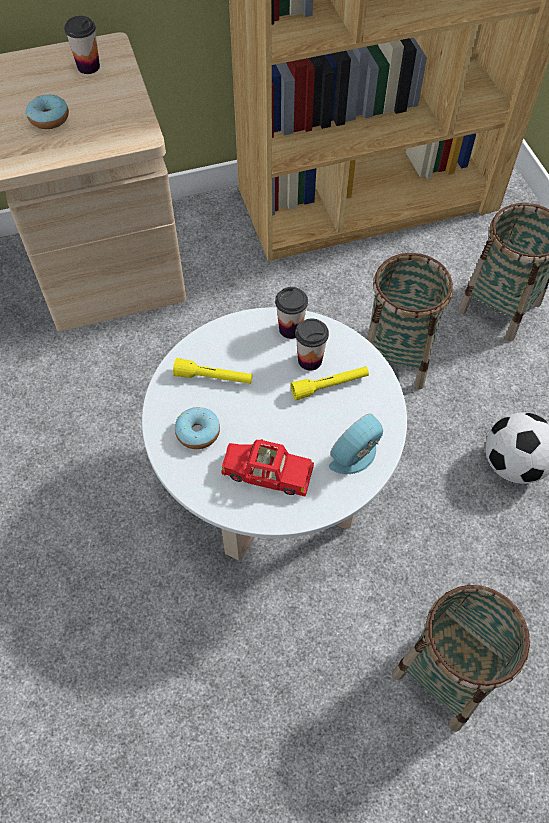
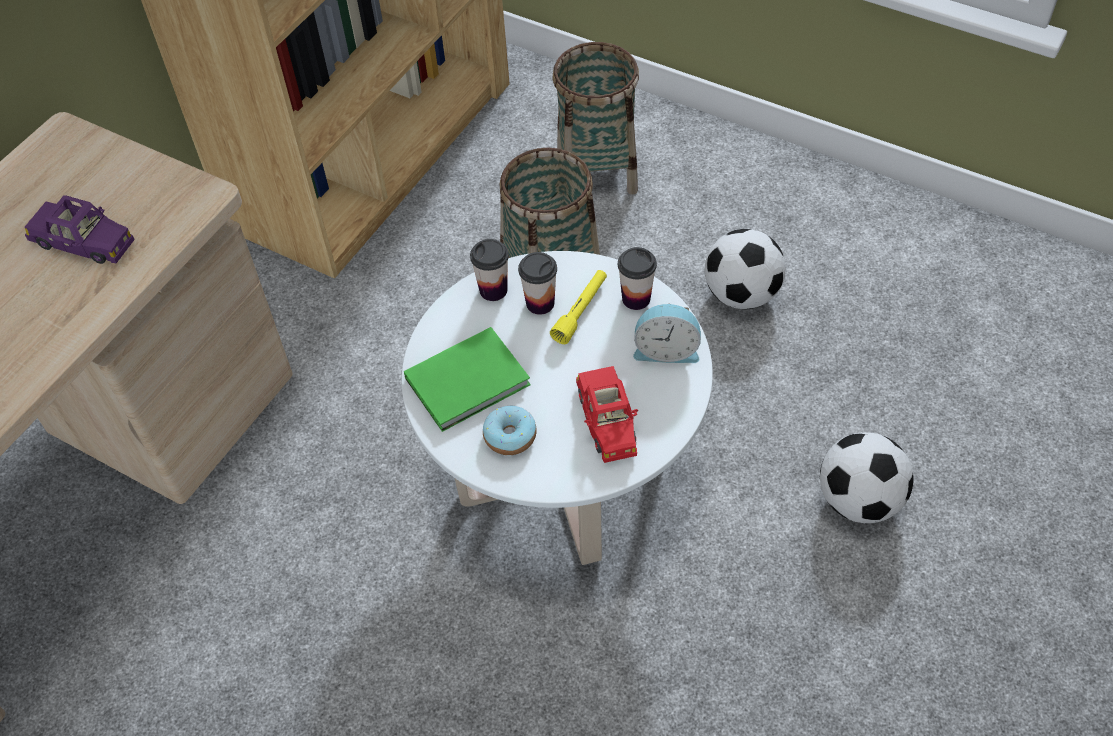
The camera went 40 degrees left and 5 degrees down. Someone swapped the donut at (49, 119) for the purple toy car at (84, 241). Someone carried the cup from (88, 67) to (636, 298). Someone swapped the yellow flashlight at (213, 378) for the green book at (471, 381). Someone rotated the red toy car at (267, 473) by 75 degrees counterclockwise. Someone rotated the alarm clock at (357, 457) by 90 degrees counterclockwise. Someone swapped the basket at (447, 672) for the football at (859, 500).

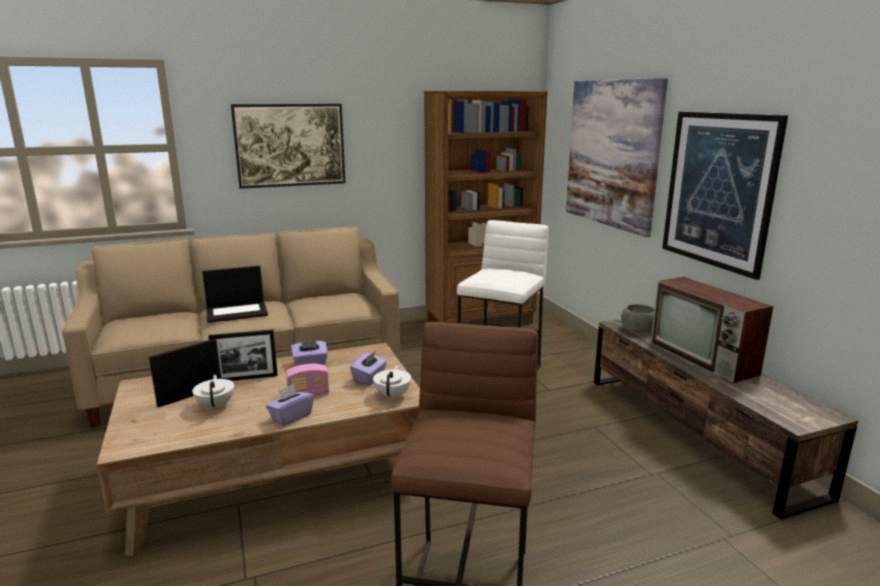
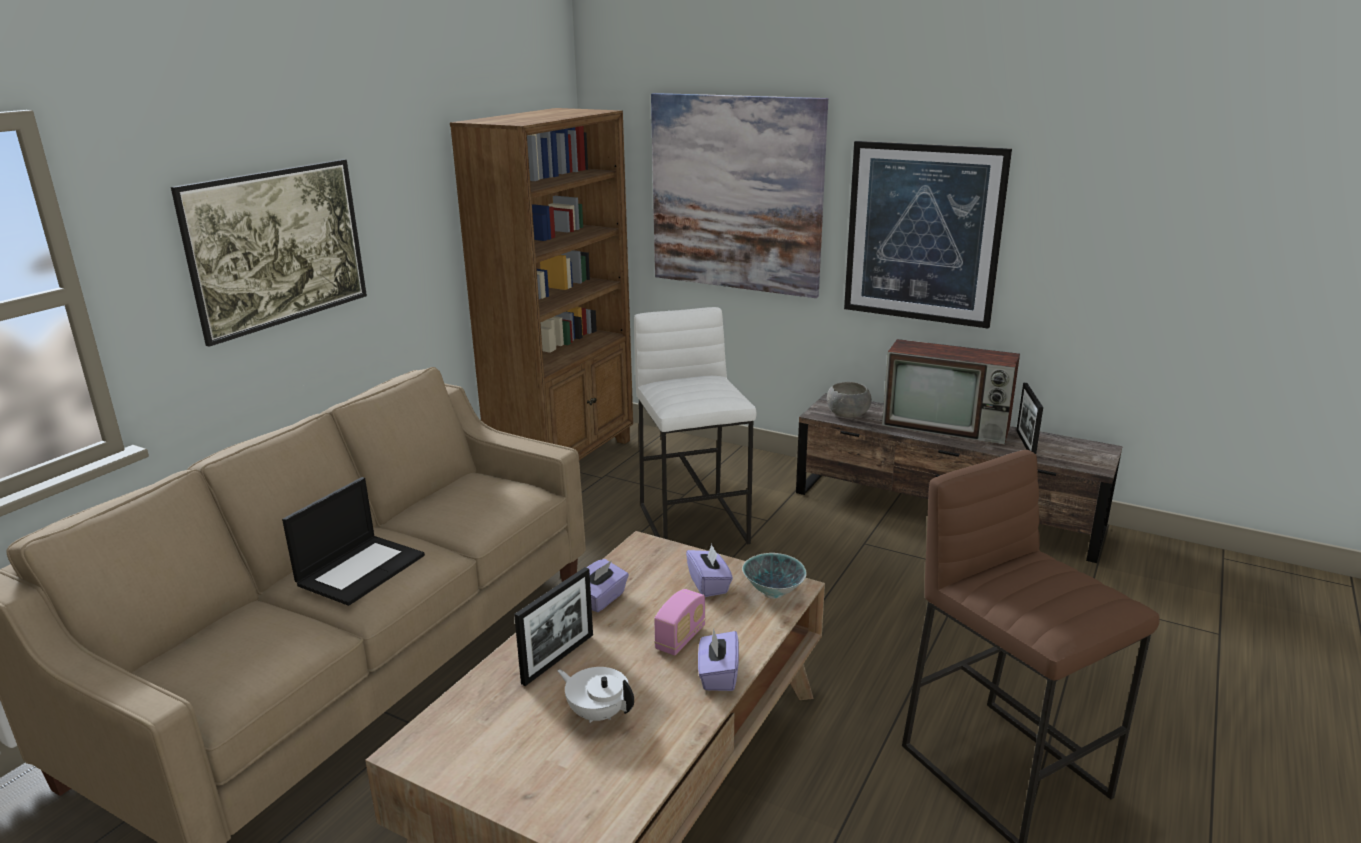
The camera went 40 degrees left and 5 degrees up. Someone carried the picture frame from (190, 396) to (1025, 444). Someone swapped the white teapot at (393, 395) for the bowl at (773, 592).

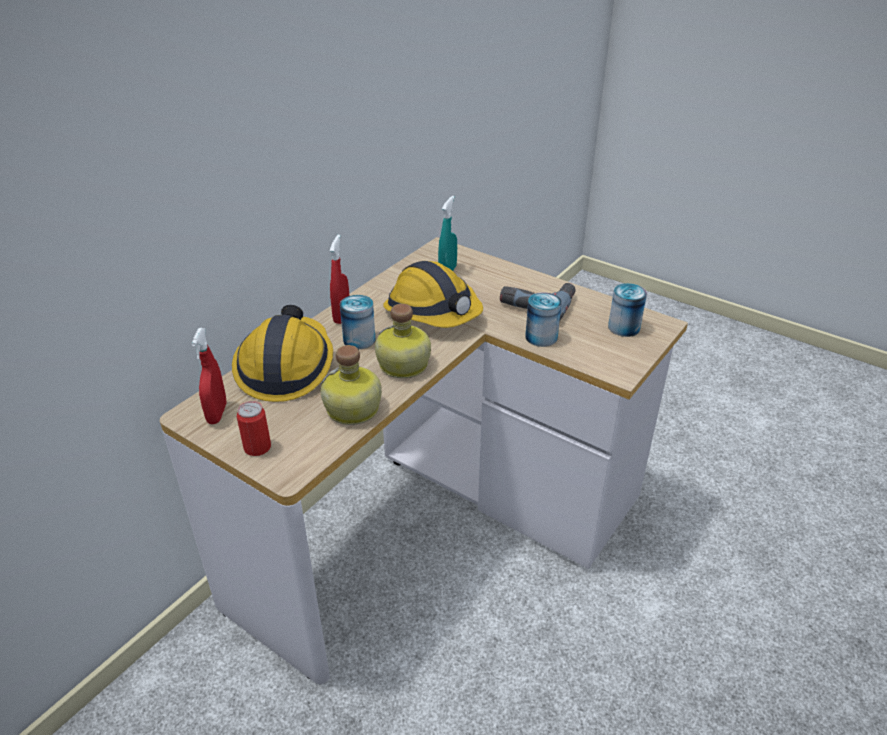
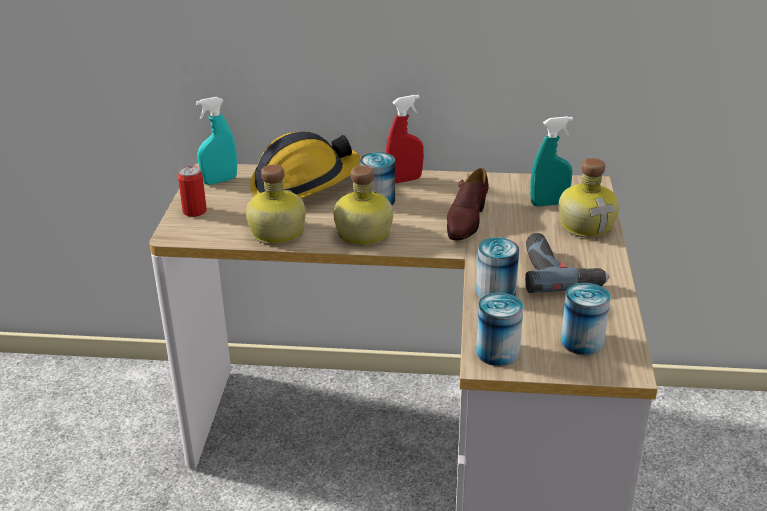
The camera went 60 degrees right and 5 degrees down. Someone repainted the red spray bottle at (217, 413), which became the turquoise spray bottle at (220, 181). Someone swapped the hard hat at (433, 312) for the brown shoe at (466, 220). Someone put down the can at (497, 352). Someone put down the bottle at (586, 225).

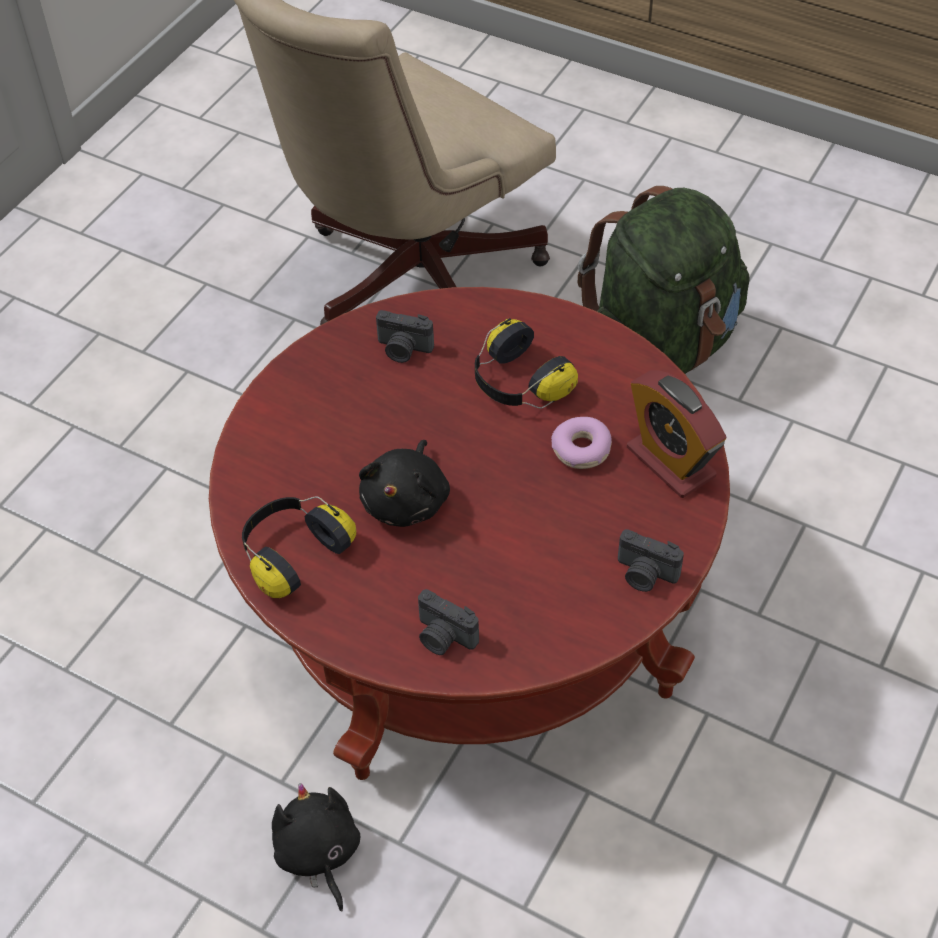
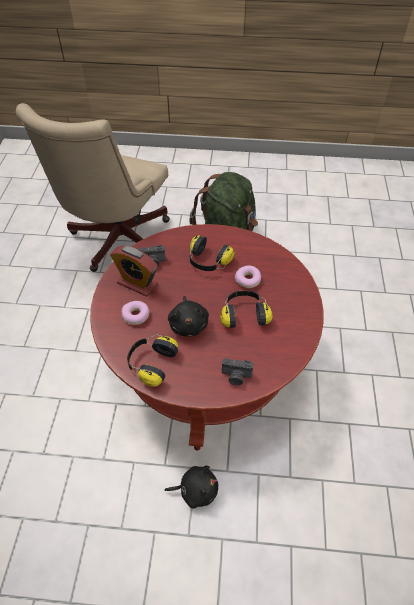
The camera went 25 degrees left and 0 degrees up. Someone rotated the black plush toy at (318, 854) by 135 degrees clockwise. Someone took away the photo camera at (645, 575). Someone carried the alarm clock from (670, 462) to (137, 283). Someone put down the donut at (136, 316). Someone put down the headphones at (244, 315).

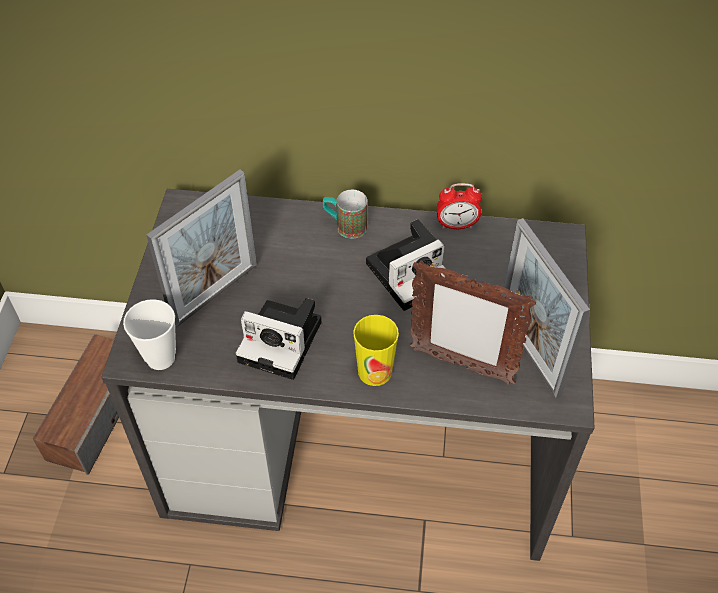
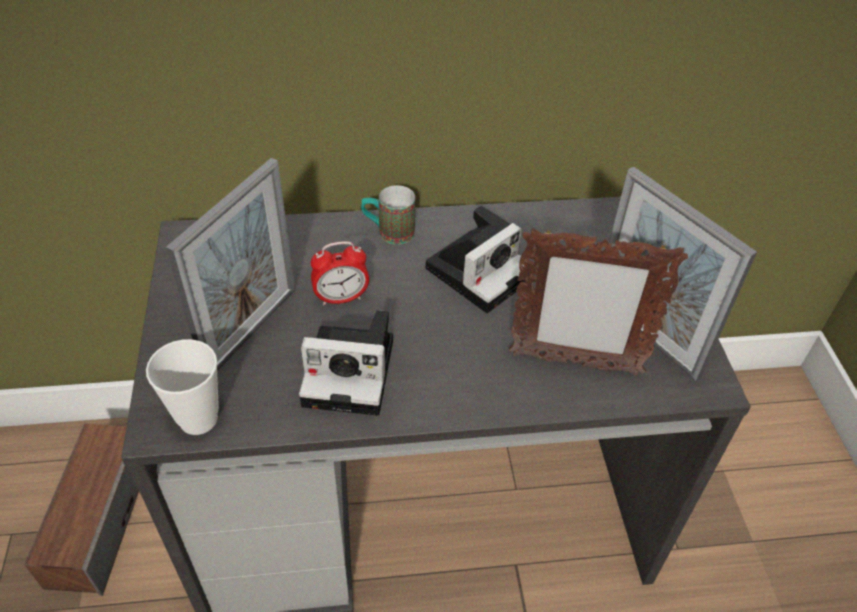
The camera went 15 degrees left and 5 degrees down. Someone took away the cup at (375, 371). Someone carried the alarm clock from (456, 225) to (341, 298).

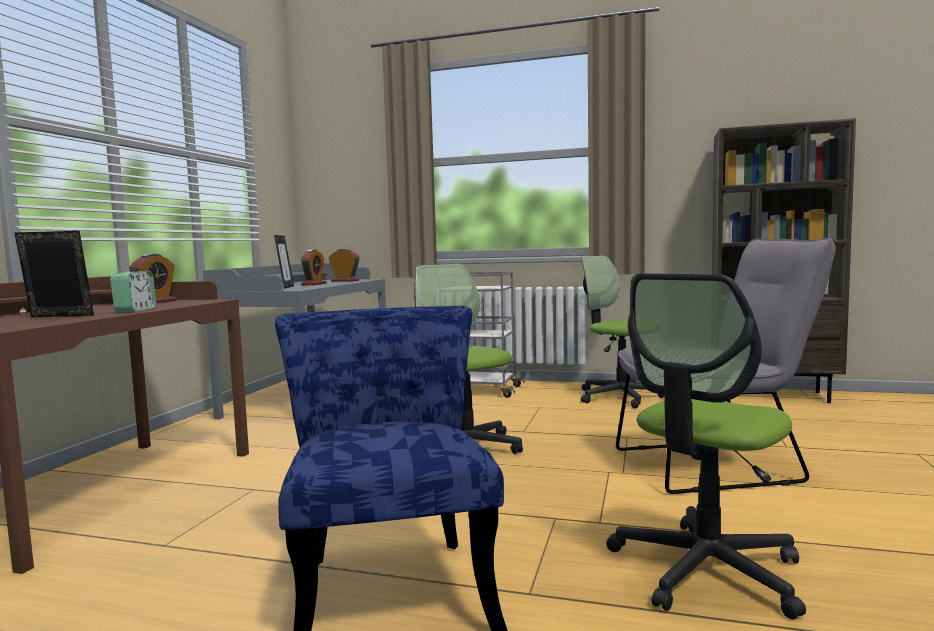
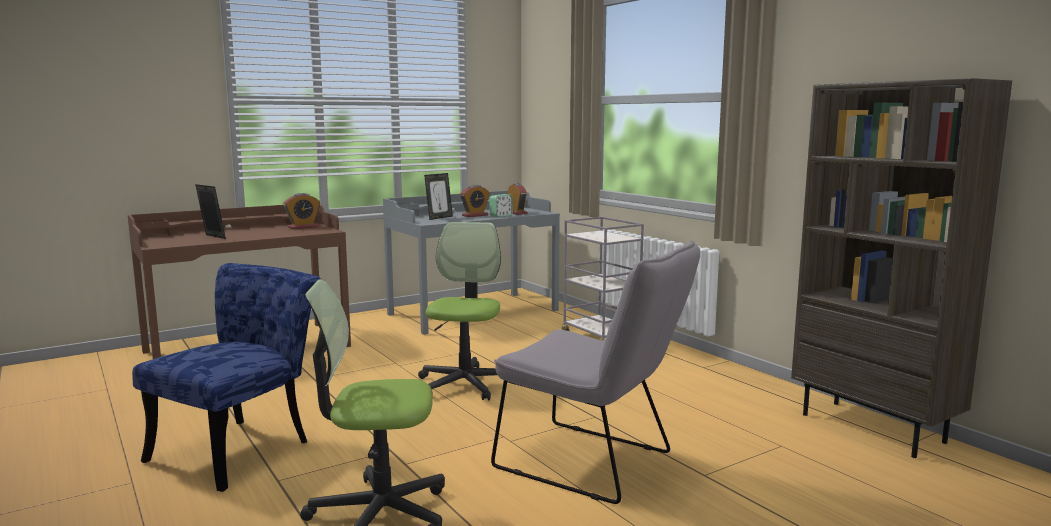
The camera went 40 degrees right and 5 degrees up. Someone carried the alarm clock from (135, 310) to (501, 216). Someone took away the office chair at (619, 396).

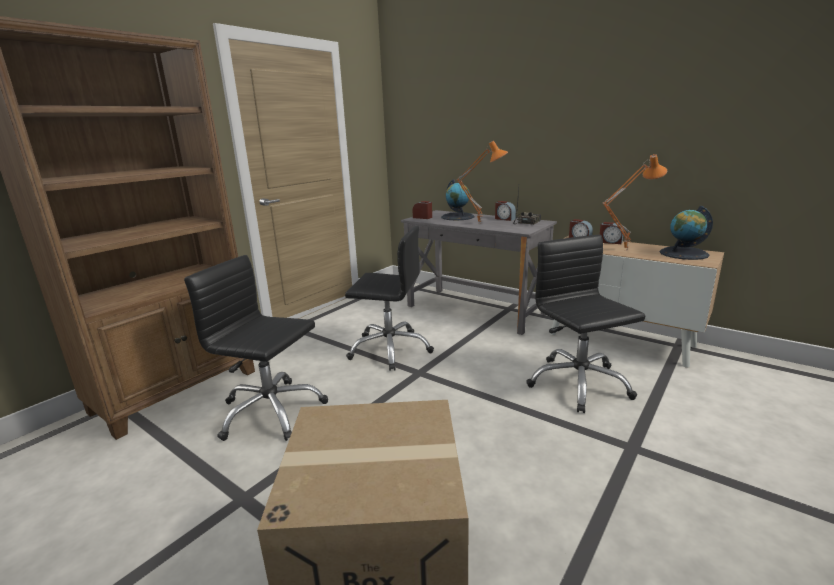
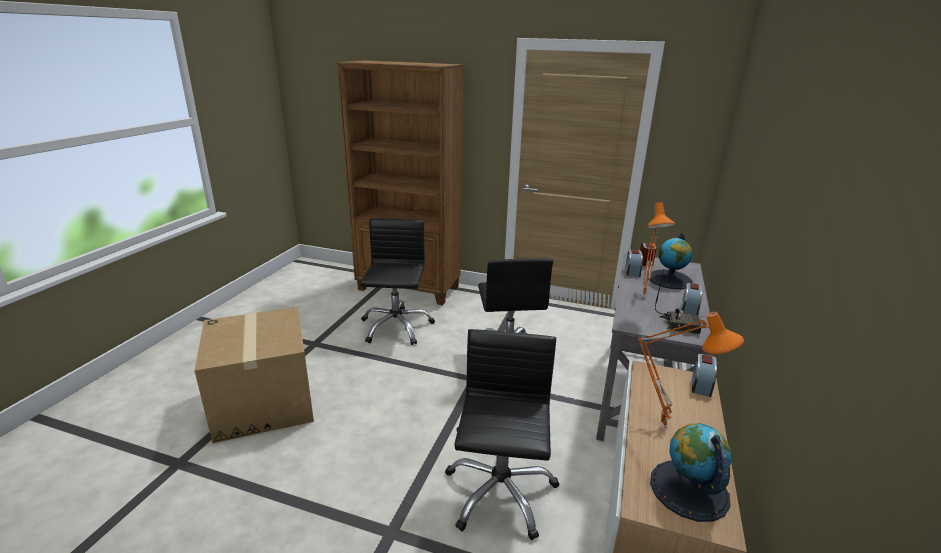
The camera went 70 degrees right and 5 degrees up. Someone rotated the black office chair at (578, 383) by 45 degrees counterclockwise. Someone carried the alarm clock from (610, 242) to (632, 271).

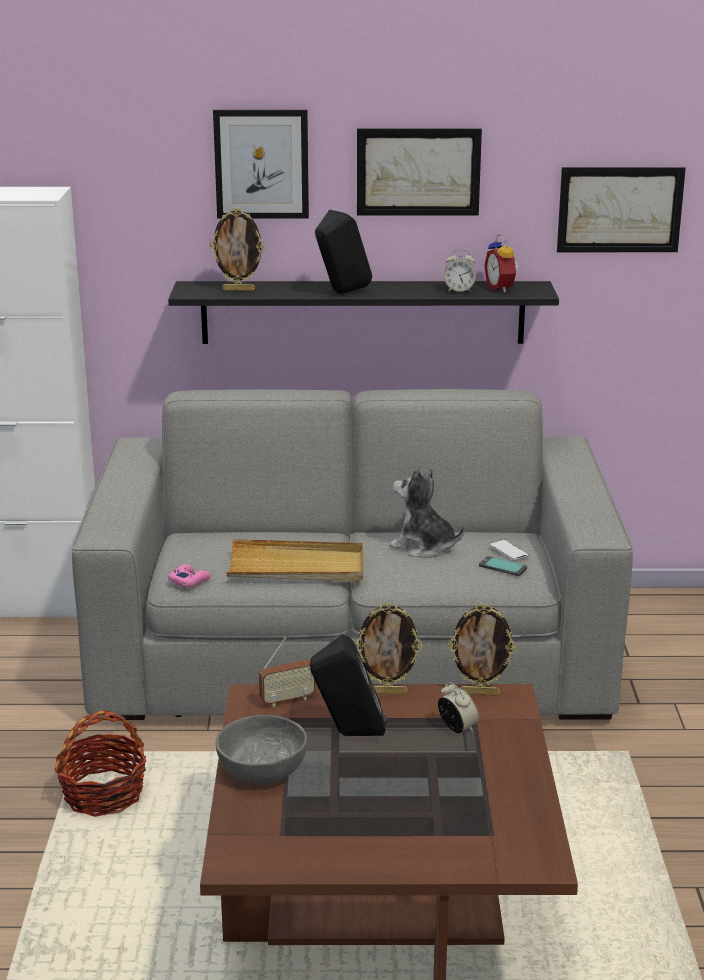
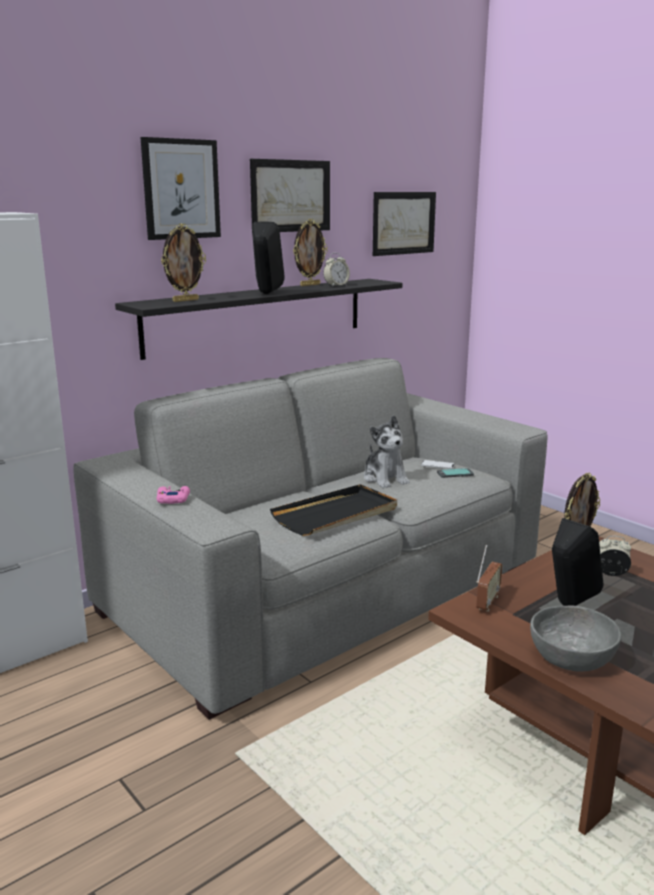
The camera went 40 degrees left and 5 degrees down. Someone took away the basket at (103, 794). Someone carried the pink game controller from (189, 580) to (173, 499). Someone repainted the beige tray at (296, 567), which became the black tray at (336, 514). Someone carried the picture frame from (387, 692) to (309, 285). Someone rotated the plush toy at (424, 547) by 105 degrees counterclockwise. Someone took away the alarm clock at (502, 288).

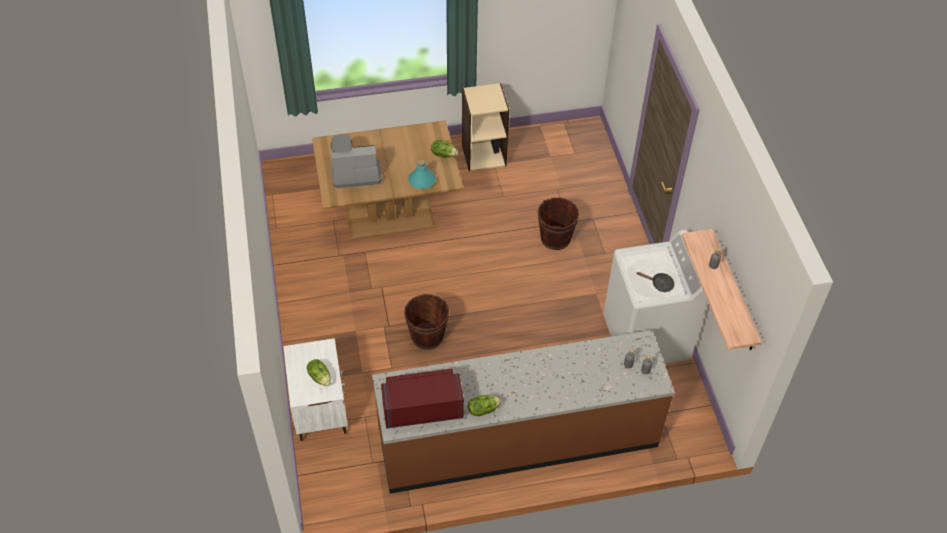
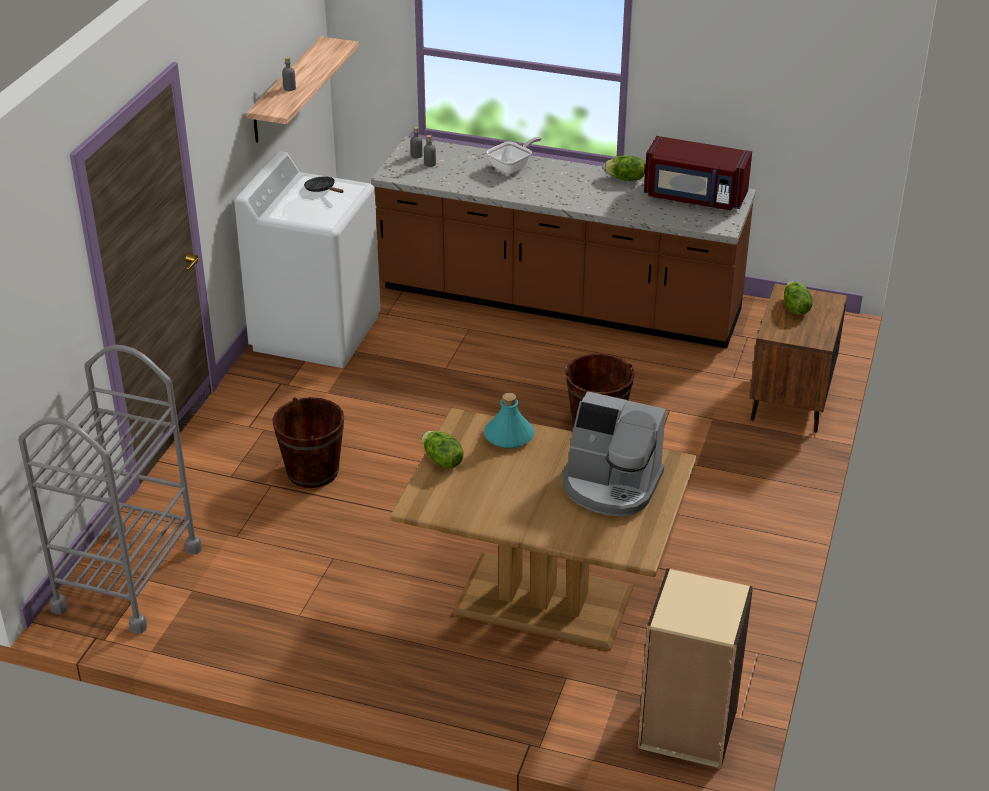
The camera went 150 degrees left and 15 degrees down. Someone repainted the white nightstand at (320, 410), which became the brown nightstand at (790, 400). Someone carried the beige bookcase from (483, 155) to (687, 729). Someone put down the grey cart at (127, 579). Someone put down the frying pan at (512, 167).

